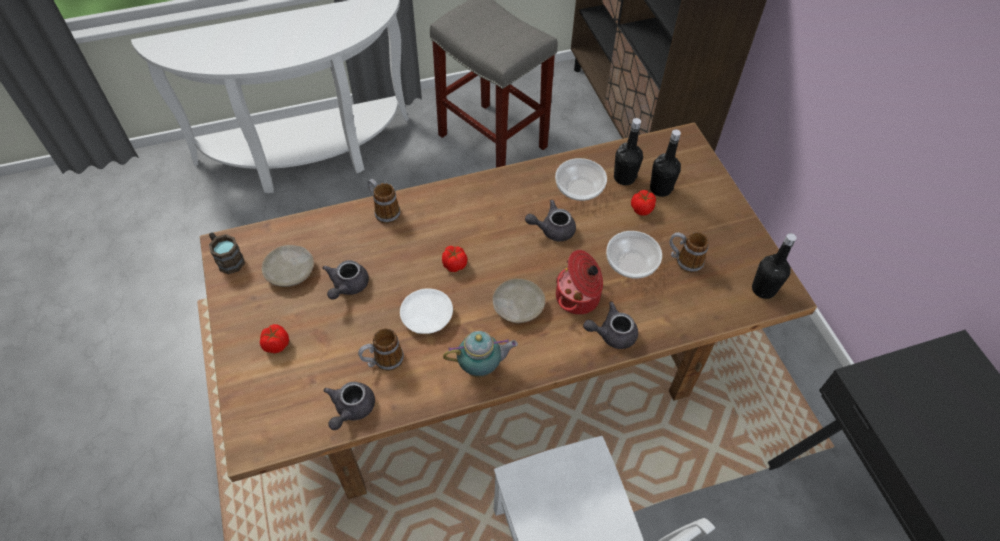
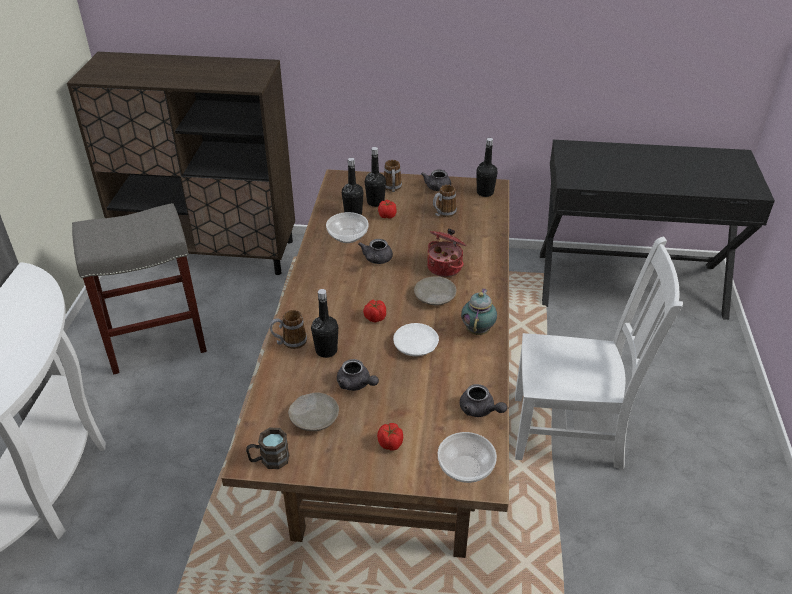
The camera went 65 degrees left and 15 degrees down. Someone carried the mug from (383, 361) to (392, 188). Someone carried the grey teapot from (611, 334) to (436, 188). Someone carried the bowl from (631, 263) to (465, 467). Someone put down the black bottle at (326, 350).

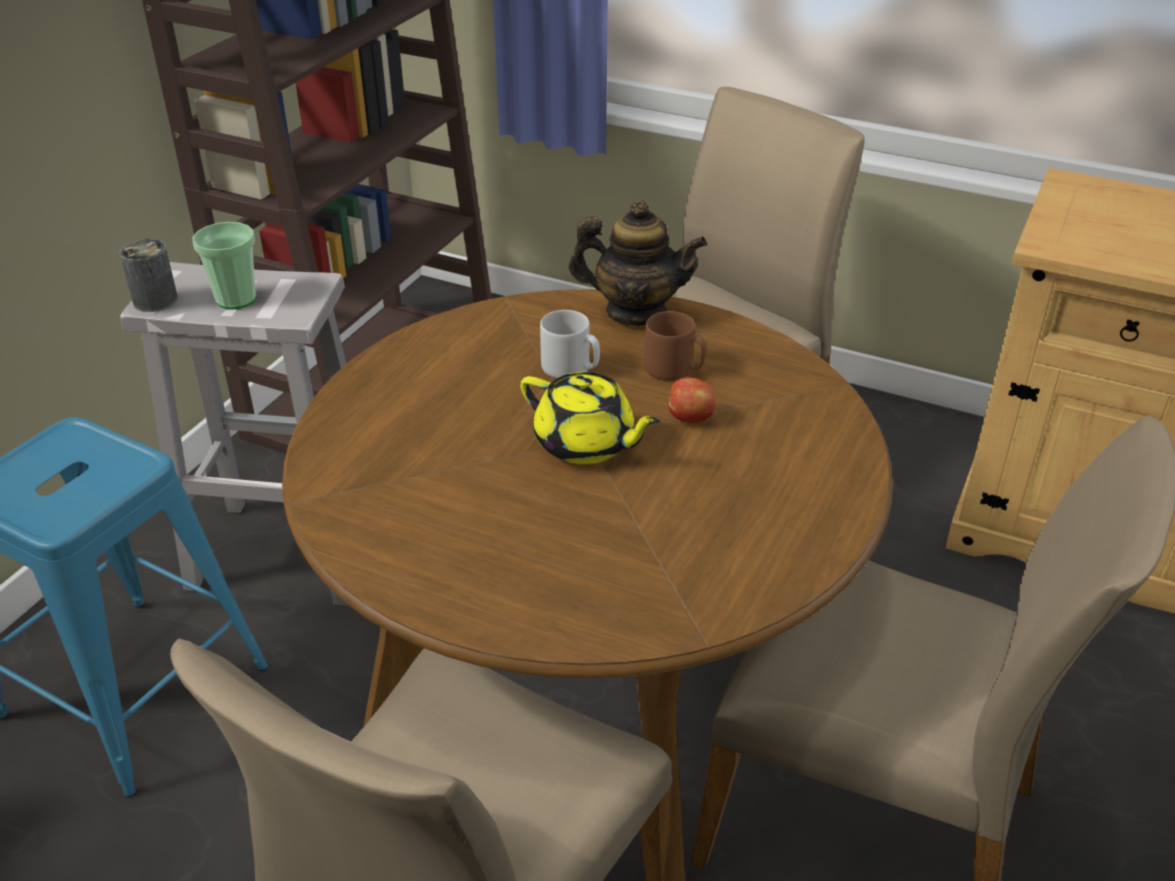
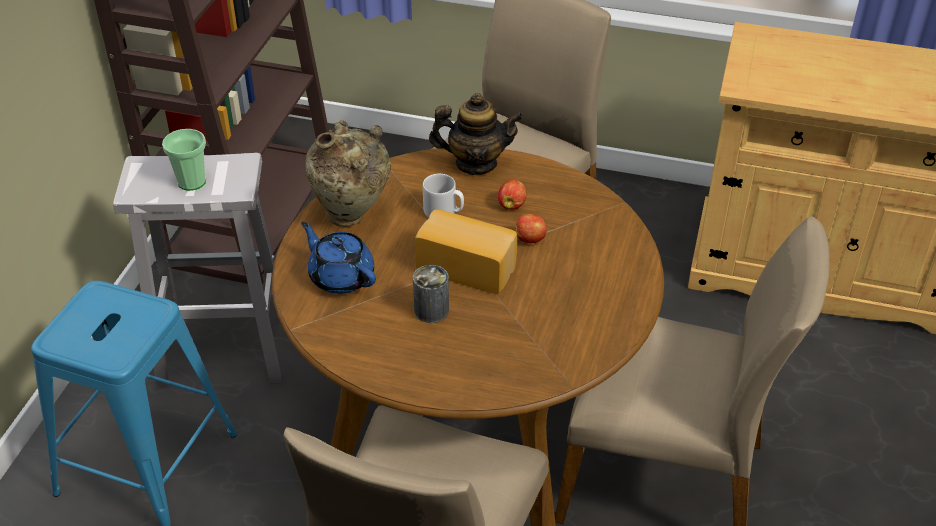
The camera went 10 degrees left and 5 degrees up. Someone carried the can from (155, 300) to (431, 310). Someone swapped the yellow teapot at (586, 444) for the bread at (468, 266). Someone swapped the brown mug at (674, 370) for the apple at (512, 205). Someone put down the blue teapot at (341, 276). Someone put down the beige vase at (352, 217).

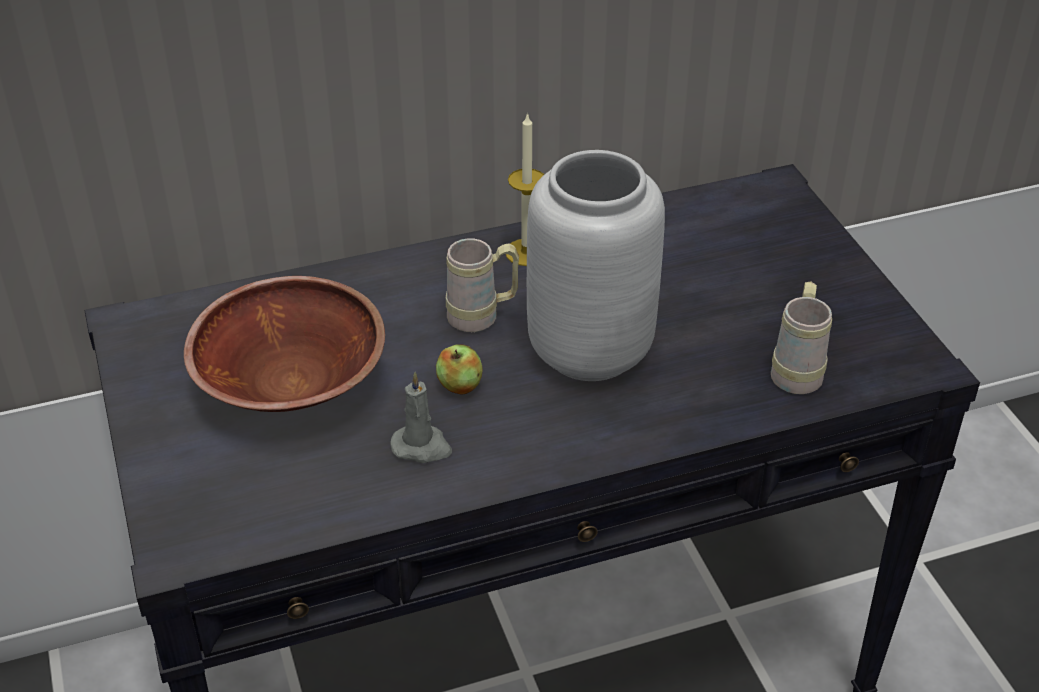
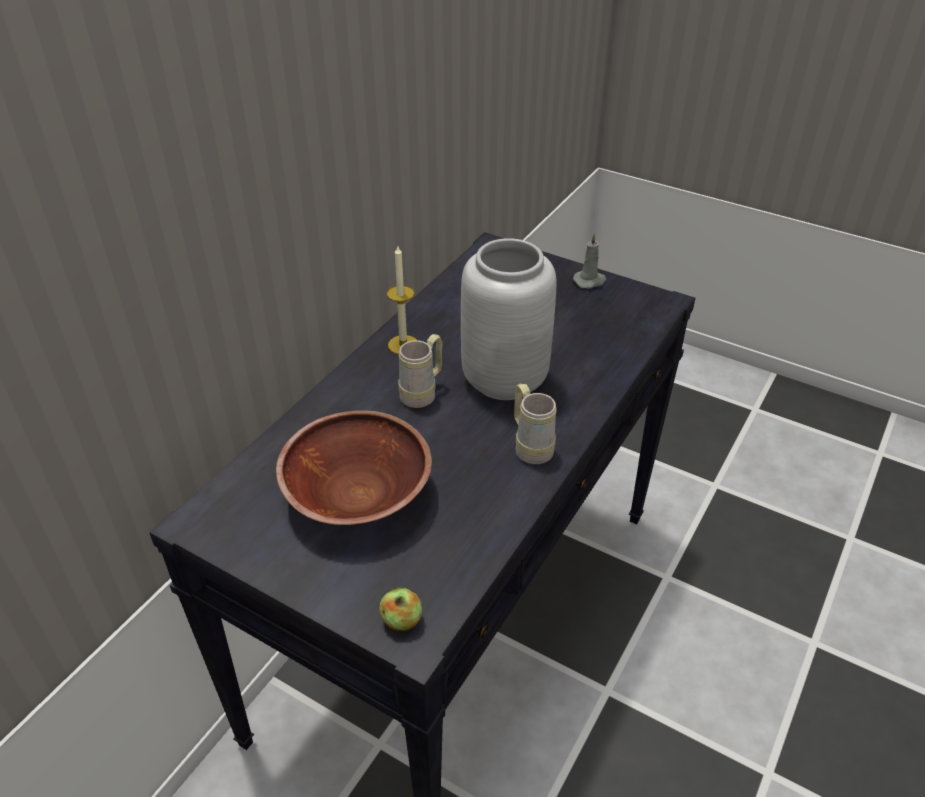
The camera went 40 degrees left and 0 degrees up. Someone carried the grey candle from (422, 447) to (590, 281). Someone carried the apple from (460, 385) to (401, 620). Someone carried the beige mug from (797, 370) to (530, 446).

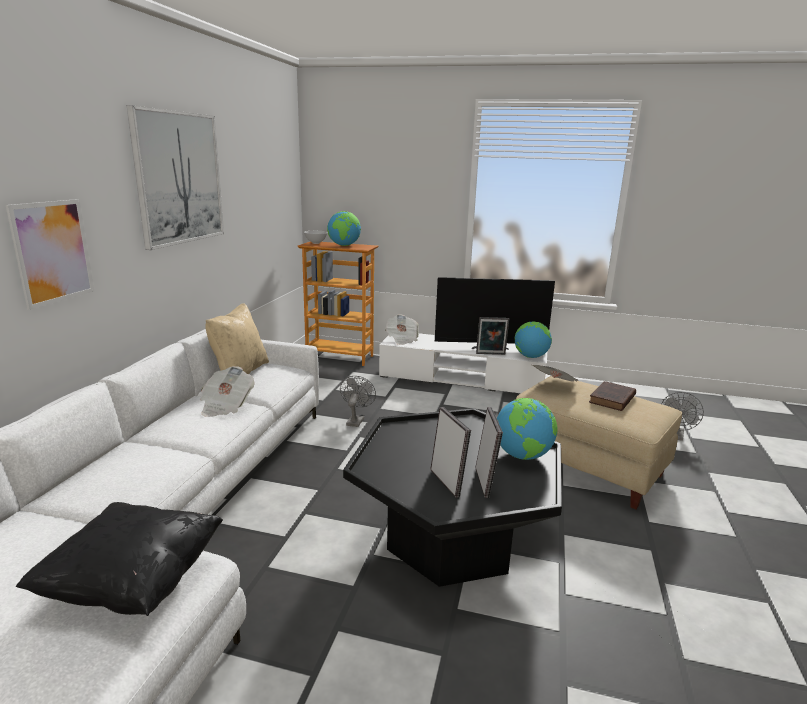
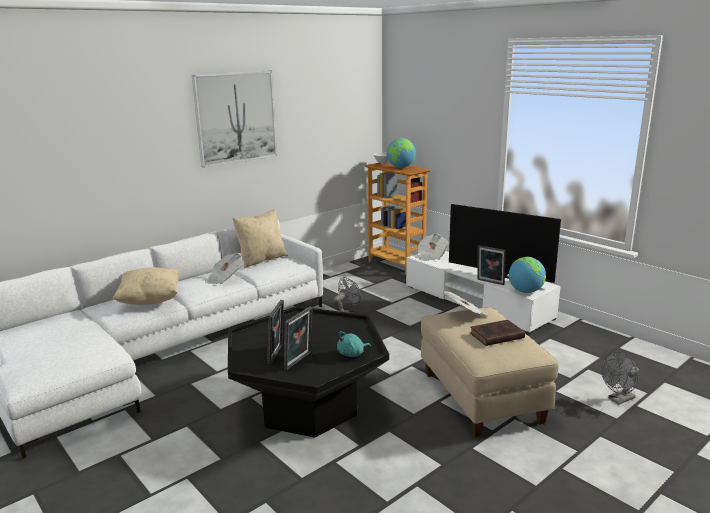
The camera went 35 degrees right and 0 degrees up. Someone took away the picture at (53, 252). Someone took away the black pillow at (134, 583). Someone swapped the globe at (523, 455) for the turquoise plush toy at (352, 354). Someone put down the beige pillow at (150, 300).

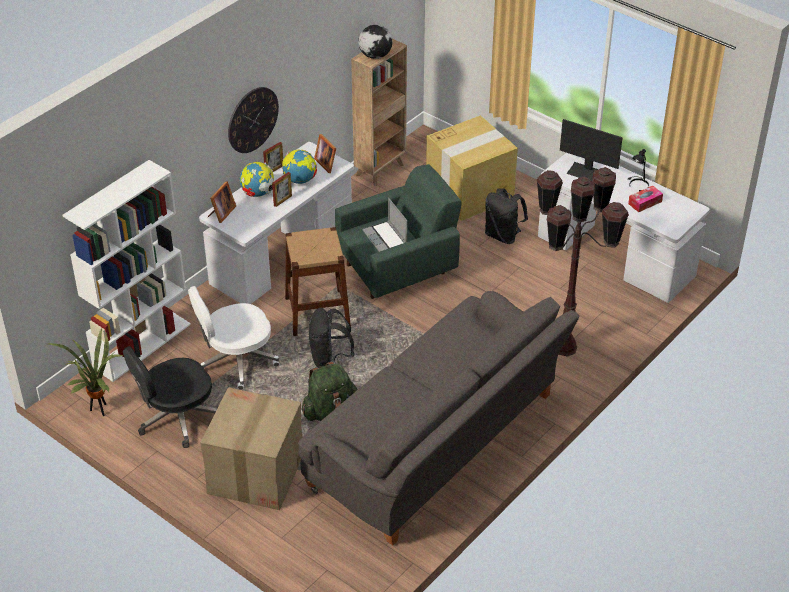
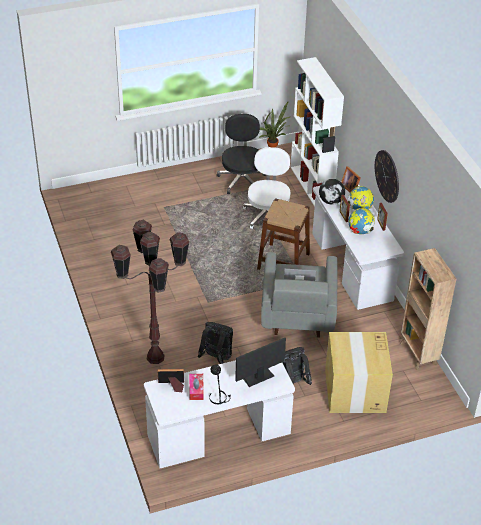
The camera went 120 degrees right and 0 degrees up. Someone took away the cardboard box at (255, 474). Someone took away the grey sofa at (438, 444). Someone took away the green backpack at (330, 411). Someone carried the black backpack from (329, 359) to (216, 358). Someone carried the picture frame from (327, 163) to (172, 386). Someone repainted the green armchair at (399, 268), which became the grey armchair at (297, 315). Someone carried the globe from (375, 55) to (331, 201).

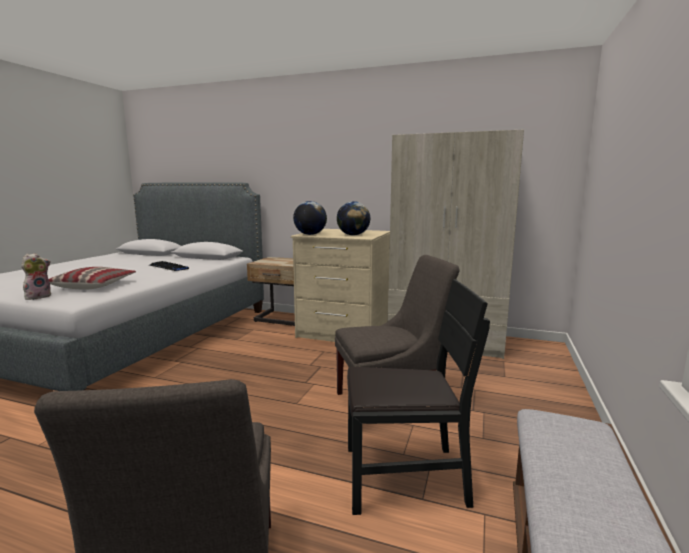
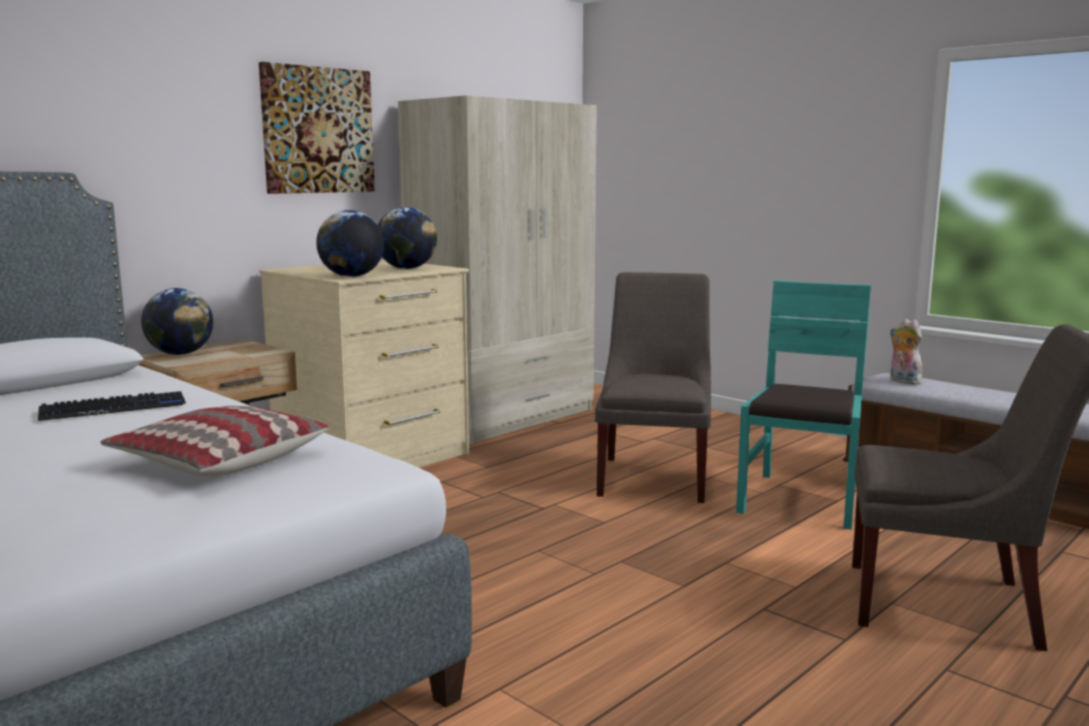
The camera went 65 degrees left and 0 degrees up. Someone carried the plush toy from (38, 296) to (902, 381). Someone repainted the black chair at (404, 476), which became the turquoise chair at (801, 500). Someone put down the globe at (180, 354). Someone put up the picture at (317, 130).

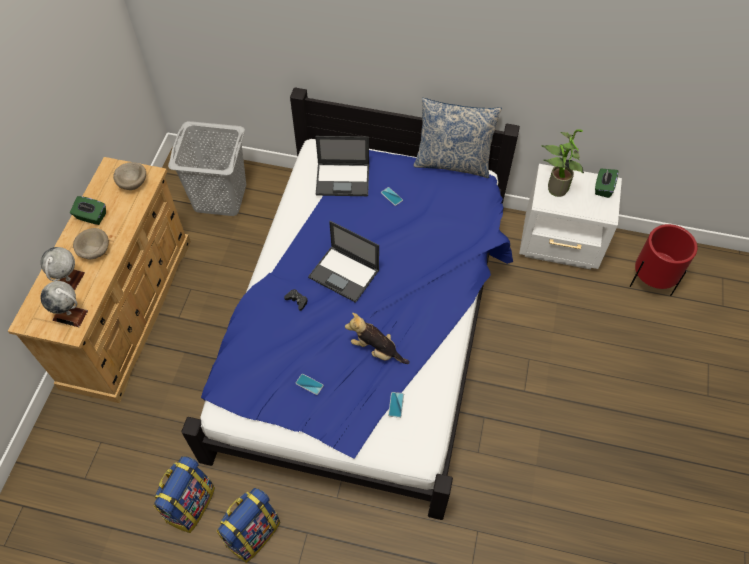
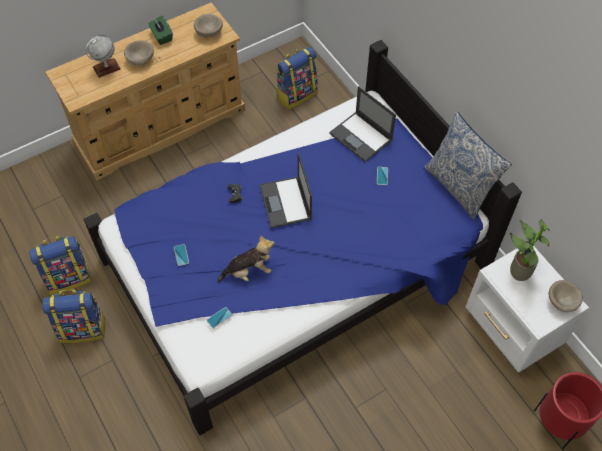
The camera went 45 degrees right and 0 degrees up. Someone took away the globe at (70, 315). Someone swapped the grey laundry basket at (220, 197) for the backpack at (296, 94). Someone rotated the plush toy at (376, 350) by 90 degrees clockwise. Someone swapped the green tissue box at (603, 188) for the beige bowl at (561, 302).

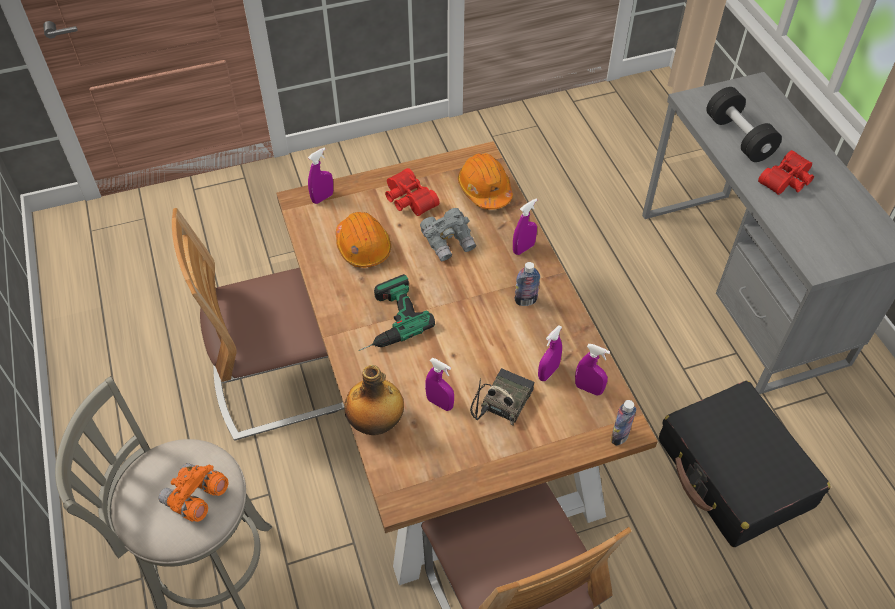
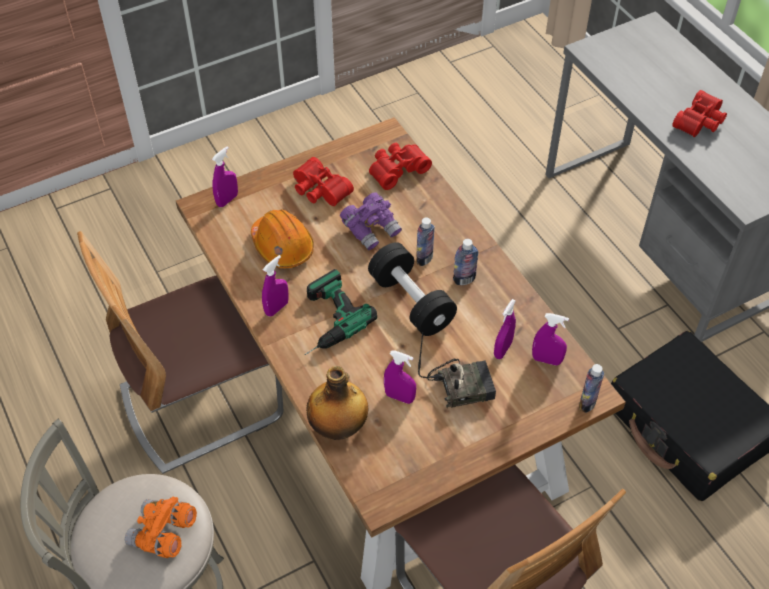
The camera went 10 degrees left and 0 degrees up. Someone repainted the grey binoculars at (448, 242), which became the purple binoculars at (371, 229). Someone swapped the orange hard hat at (484, 189) for the red binoculars at (396, 169). Someone rotated the radio at (501, 401) by 60 degrees clockwise. Someone carried the purple spray bottle from (523, 248) to (277, 308). Someone carried the black dumbbell from (738, 137) to (411, 302). Someone put down the bottle at (424, 258).

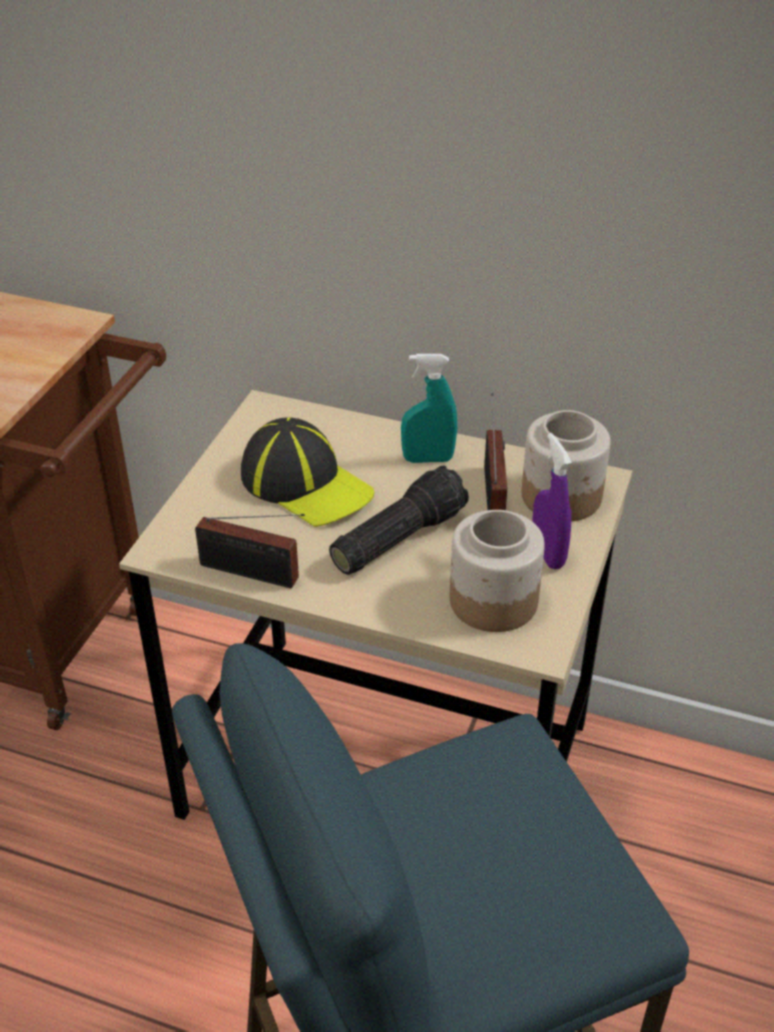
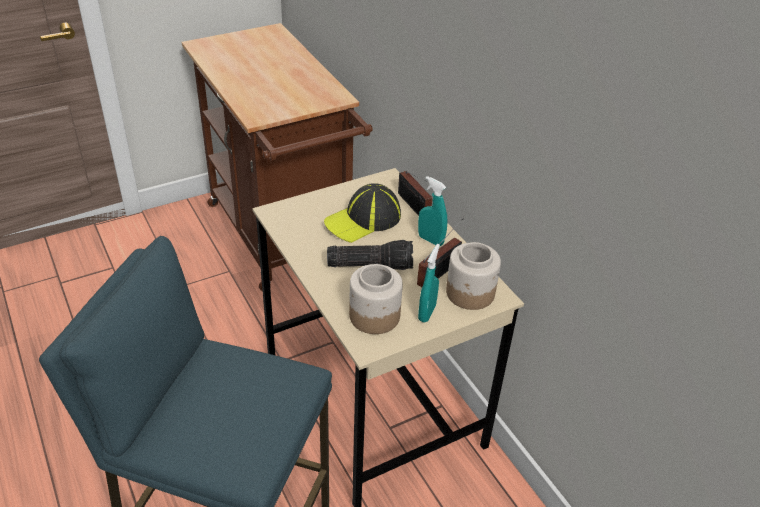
The camera went 40 degrees right and 0 degrees up. Someone carried the radio from (254, 574) to (414, 207). Someone rotated the cap at (306, 484) by 60 degrees clockwise. Someone repainted the purple spray bottle at (547, 554), which became the turquoise spray bottle at (427, 313).

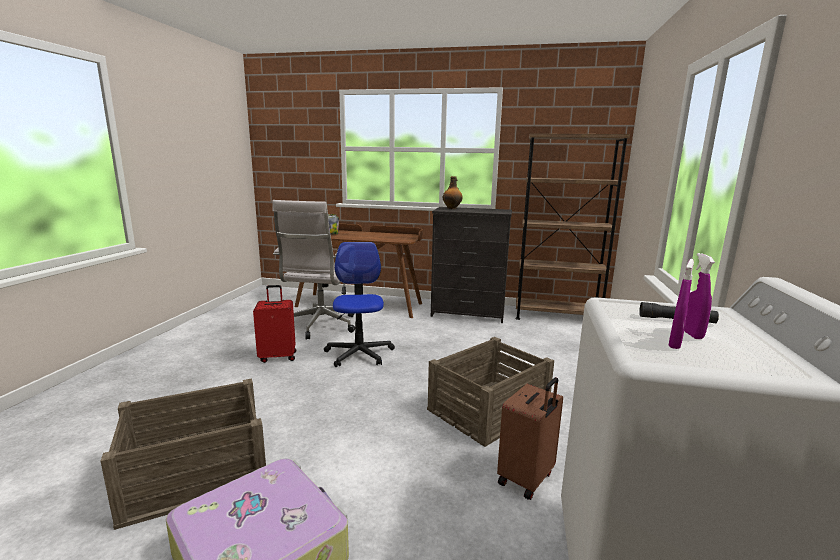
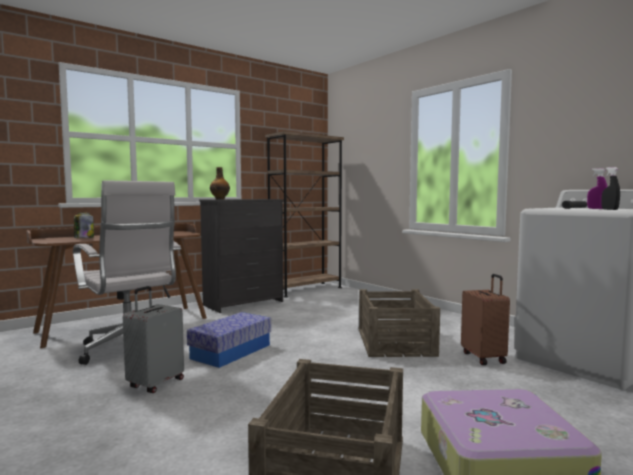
The camera went 50 degrees left and 10 degrees down. Someone repainted the red suitcase at (278, 356), which became the grey suitcase at (155, 384). Someone swapped the office chair at (359, 354) for the storage box at (231, 351). Someone repainted the purple spray bottle at (675, 344), which became the black spray bottle at (609, 209).

